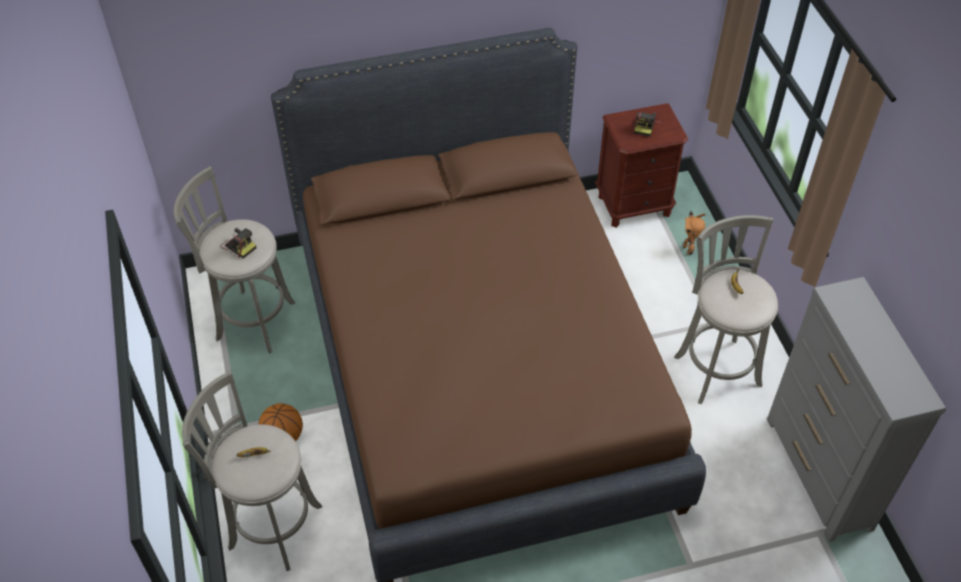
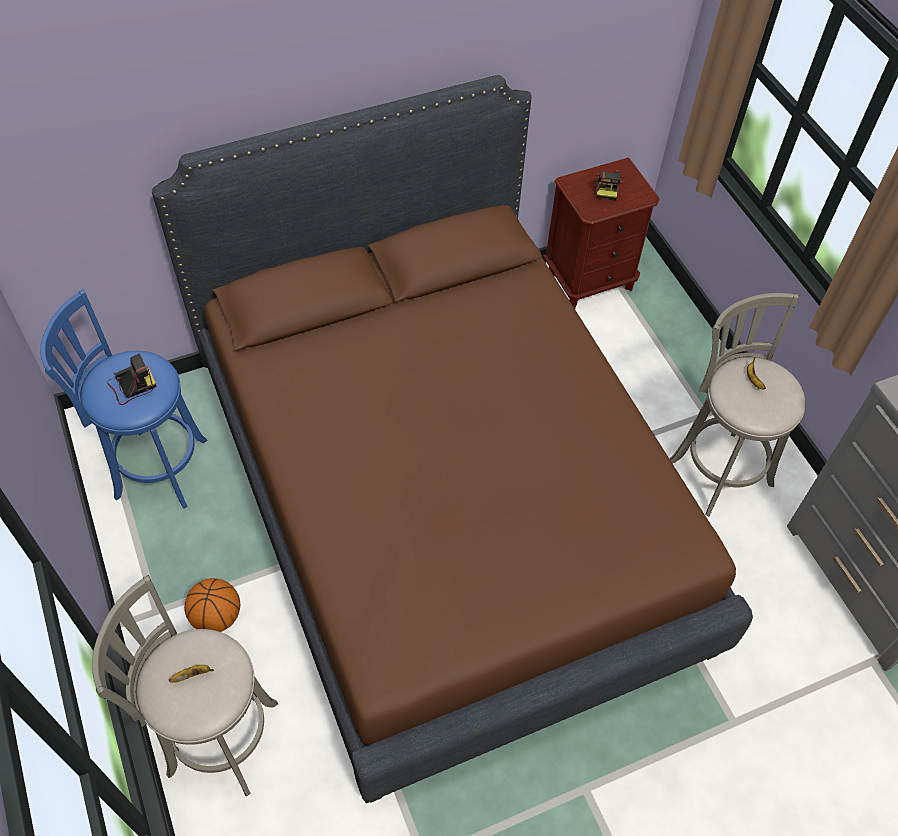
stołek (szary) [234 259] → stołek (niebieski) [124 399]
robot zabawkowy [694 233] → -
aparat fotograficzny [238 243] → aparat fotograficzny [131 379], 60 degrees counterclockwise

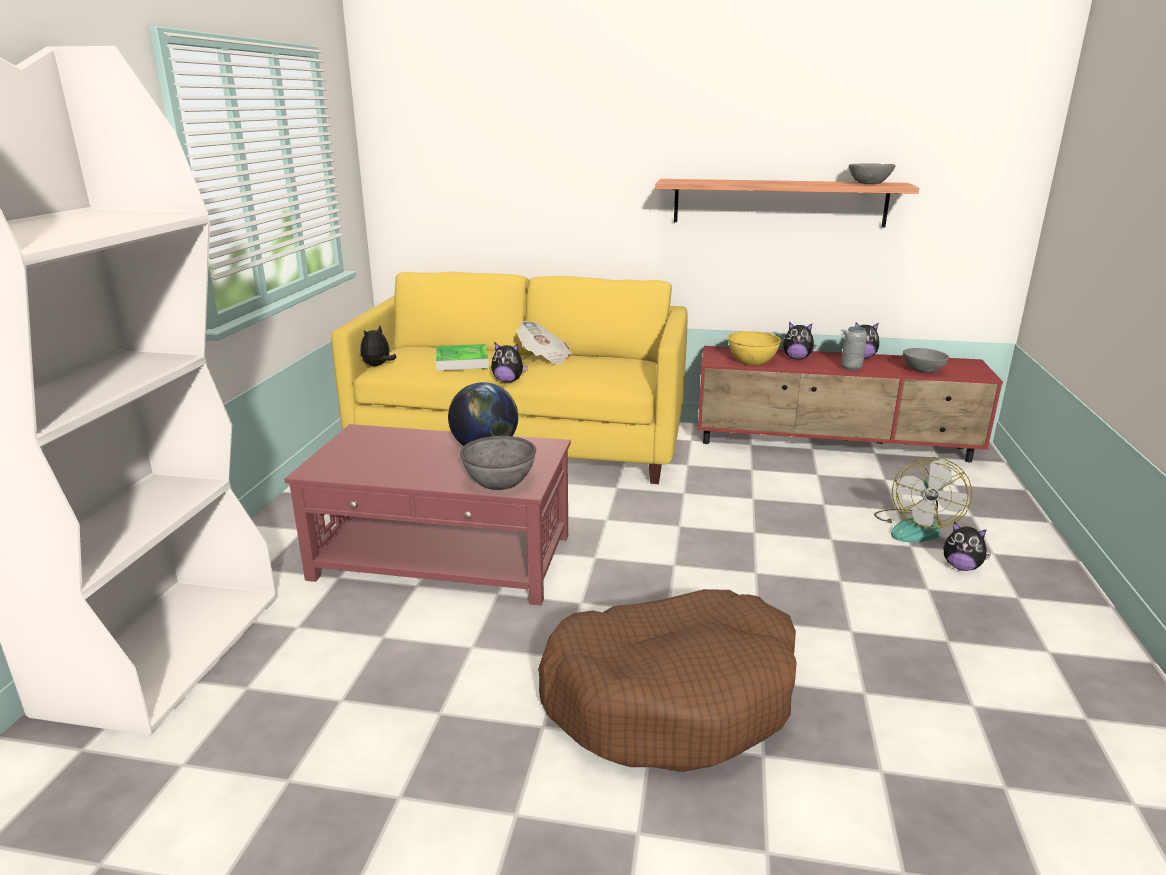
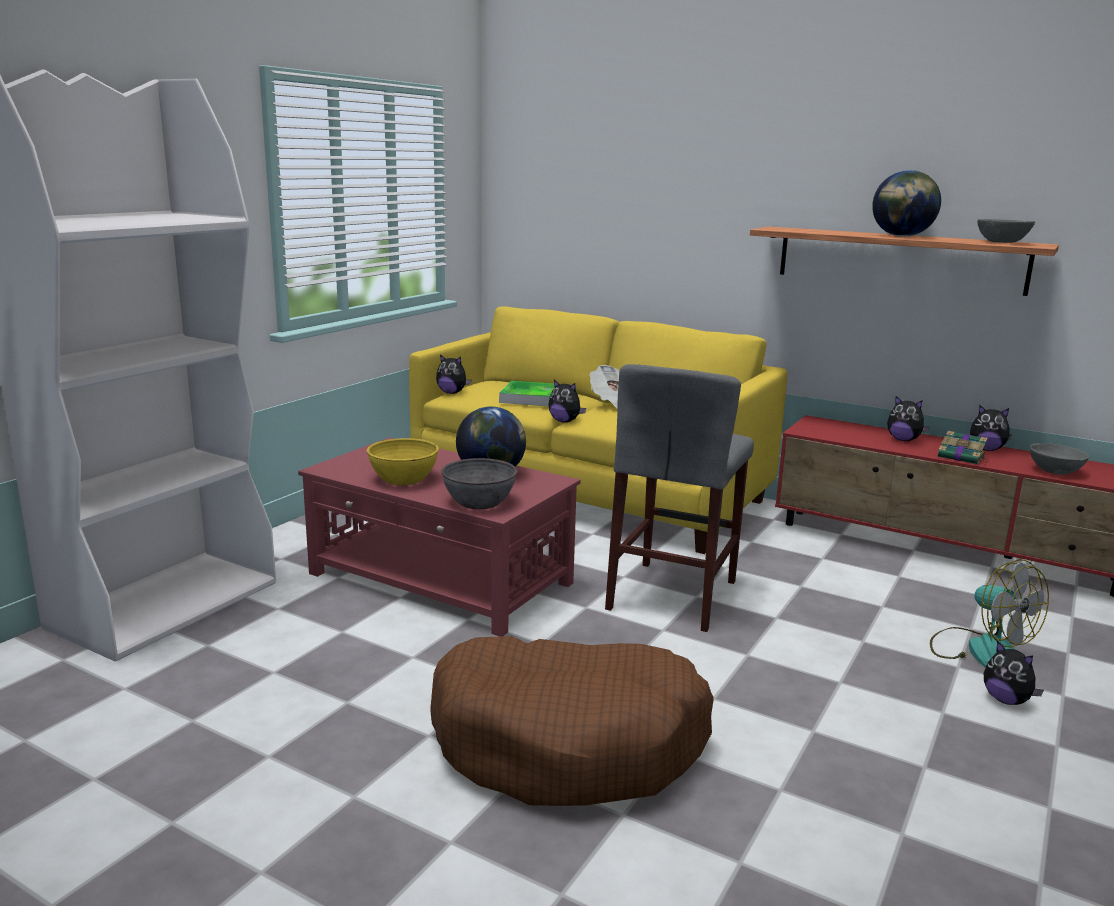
pluszak [378 346] → pluszak [453 374], 120 degrees counterclockwise
wazon (szary) [854 348] → książka [963 448]
miska (żółty) [754 348] → miska (żółty) [403 461], relocated
wentylator [923 499] → wentylator [989 613], 75 degrees counterclockwise
- → globus [906 203]
- → stołek (szary) [679 498]

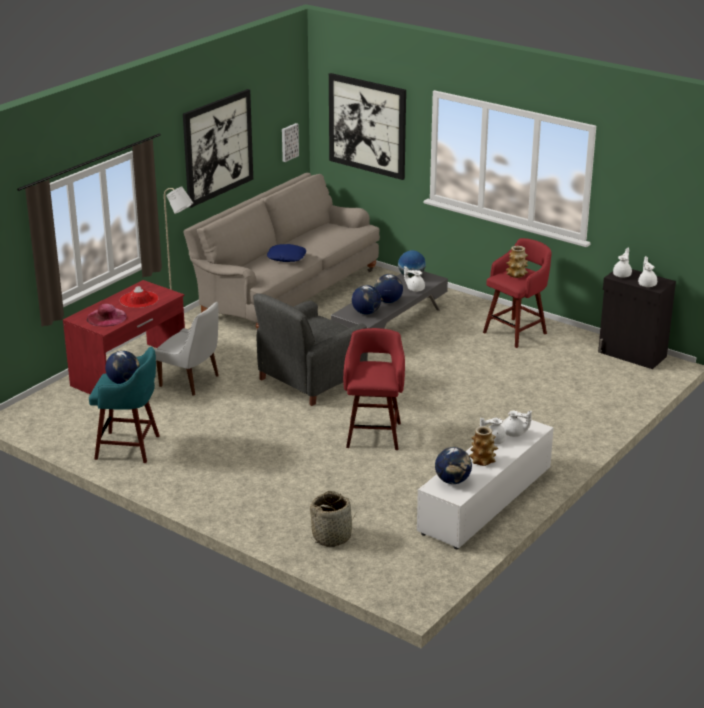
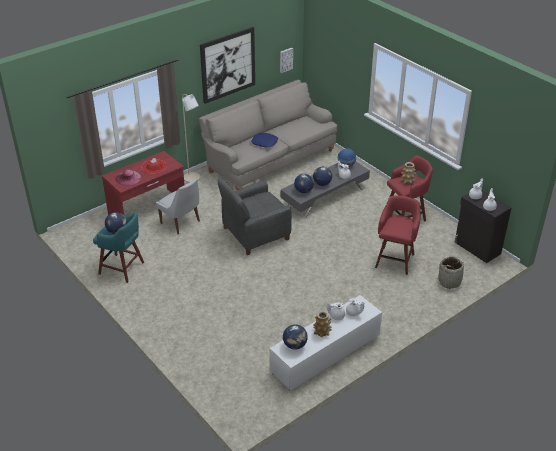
obraz [367 126] → -
stołek (czerwony) [374 389] → stołek (czerwony) [398 235], relocated
koszyk [332 519] → koszyk [451 273], relocated

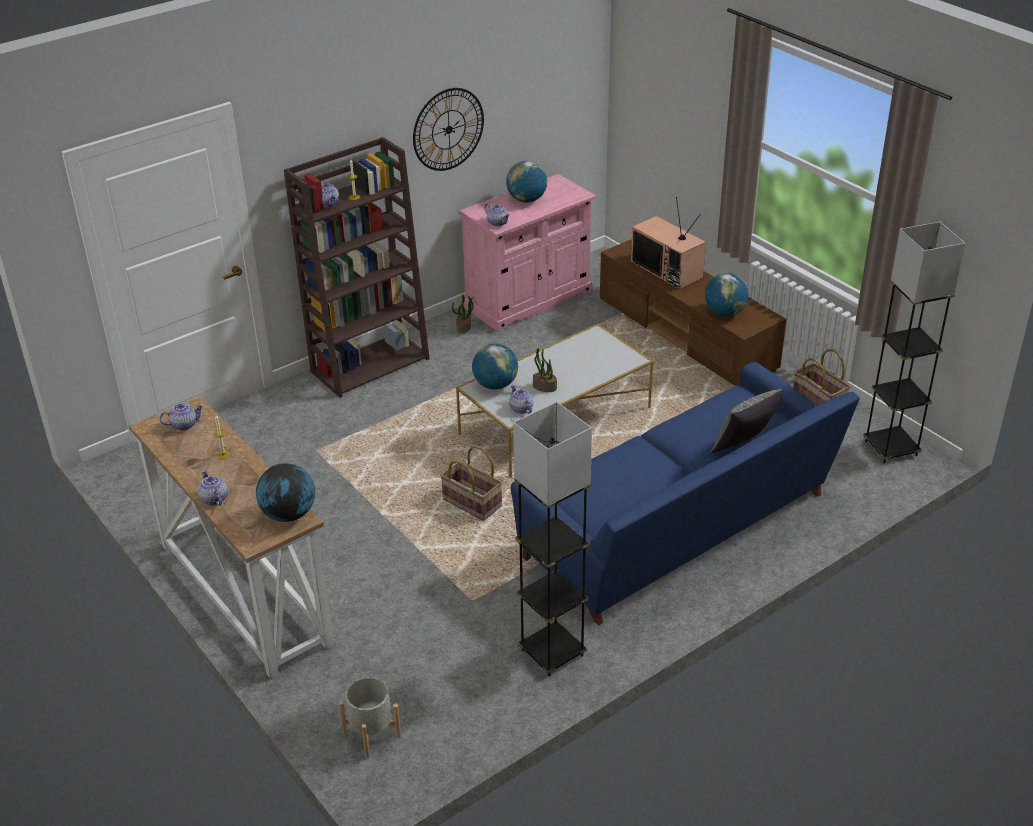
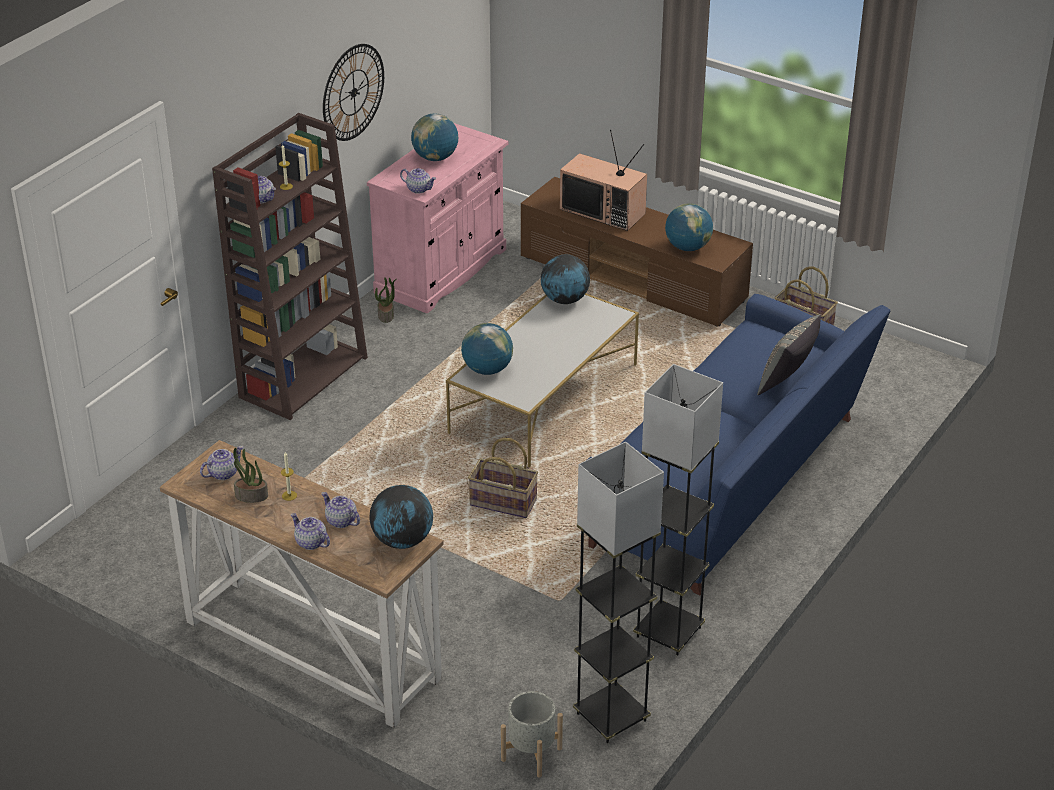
lampa stojąca (szary) [914 343] → lampa stojąca (szary) [618 592], relocated
roślina doniczkowa [545 370] → roślina doniczkowa [250 475], relocated
imbryk [521 399] → imbryk [341 510], relocated
- → globus [565 279]

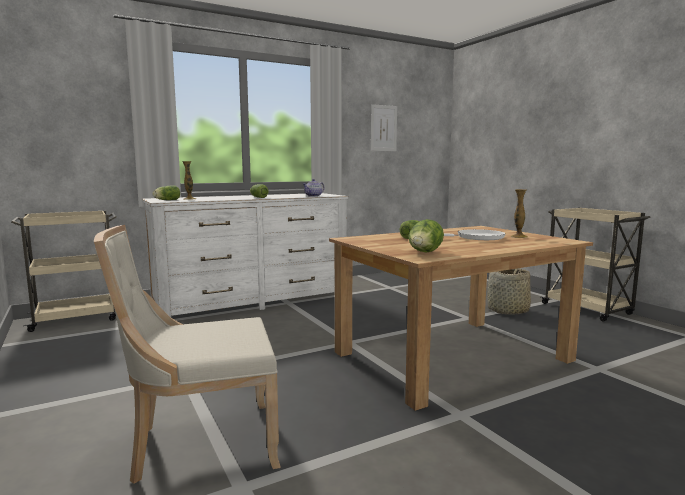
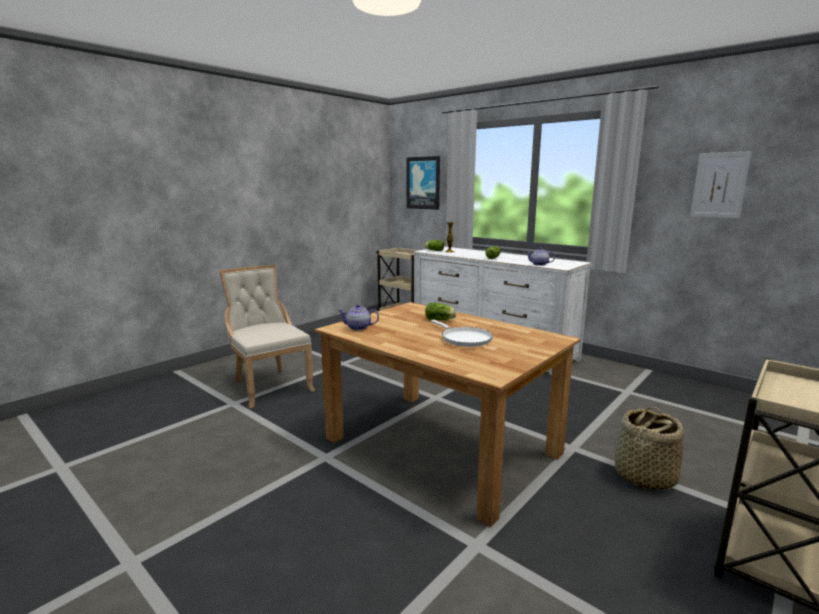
wazon [519 213] → -
sałata [426 236] → imbryk [358 317]
- → obraz [423 183]

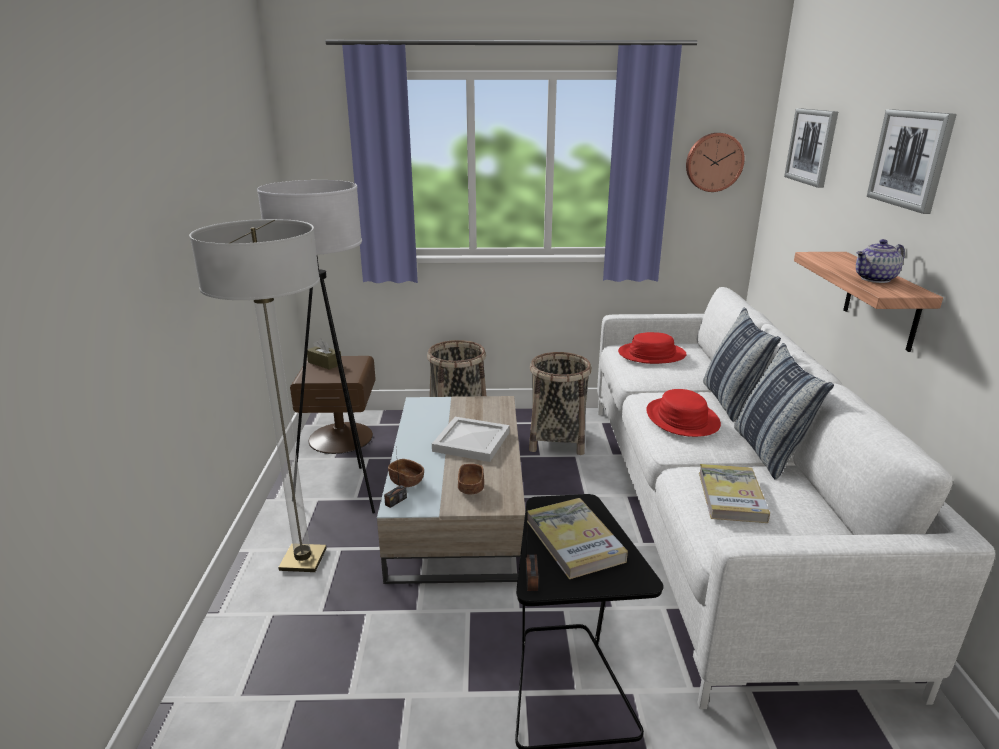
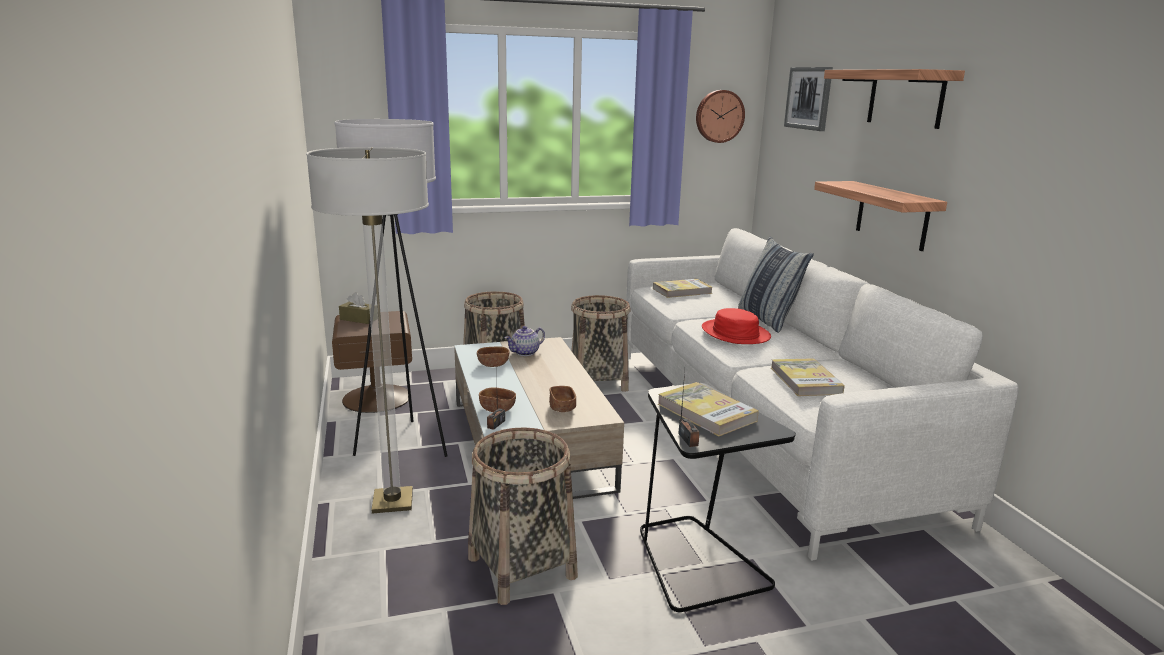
obraz [912 161] → półka [894 99]
imbryk [880 261] → imbryk [525 341], relocated
kapelusz (czerwony) [652 348] → książka [682 288]
poduszka [784 411] → -
taca (biały) [470 439] → -
- → miska (brązowy) [493 356]
- → koszyk [523 516]

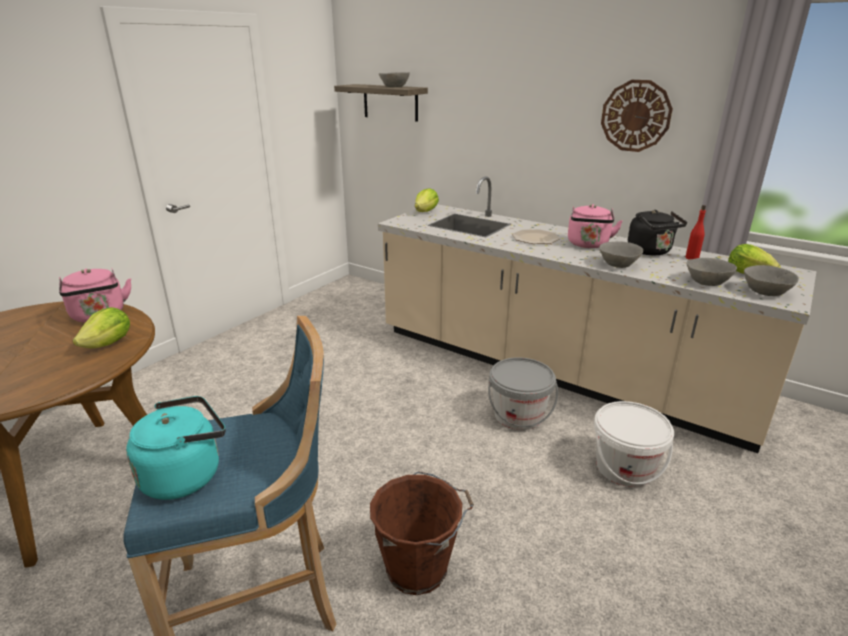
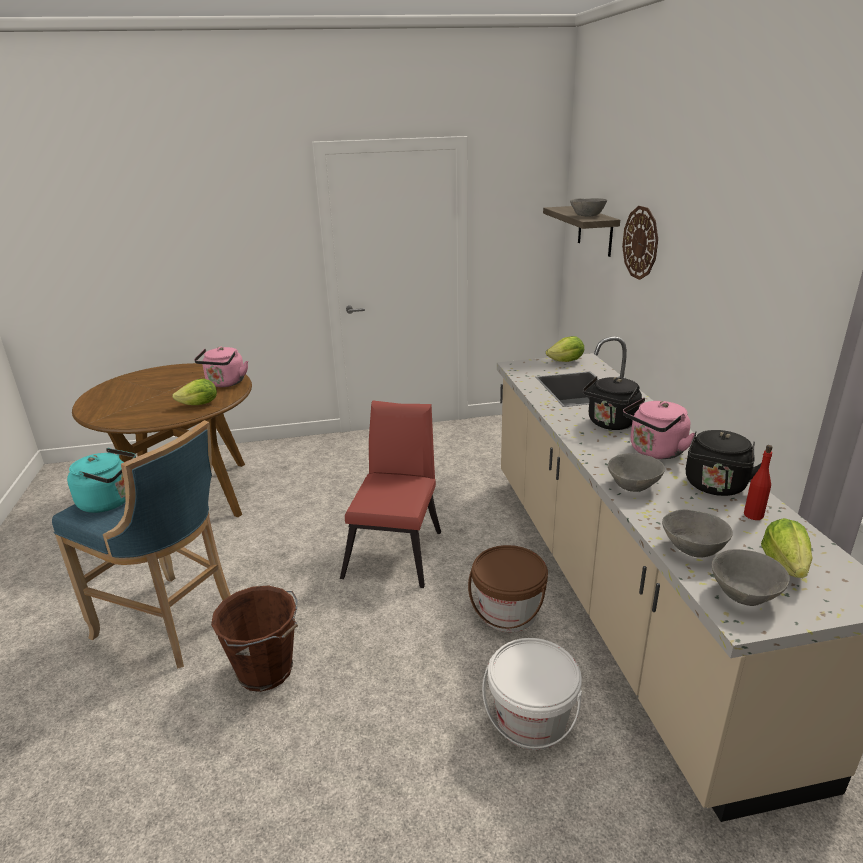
zegar ścienny [637 116] → zegar ścienny [640 243], relocated
talerz [536 236] → czajnik (czarny) [612 403]
wiadro (szary) [523 393] → wiadro (brązowy) [508 588]
- → krzesło (czerwony) [390 494]

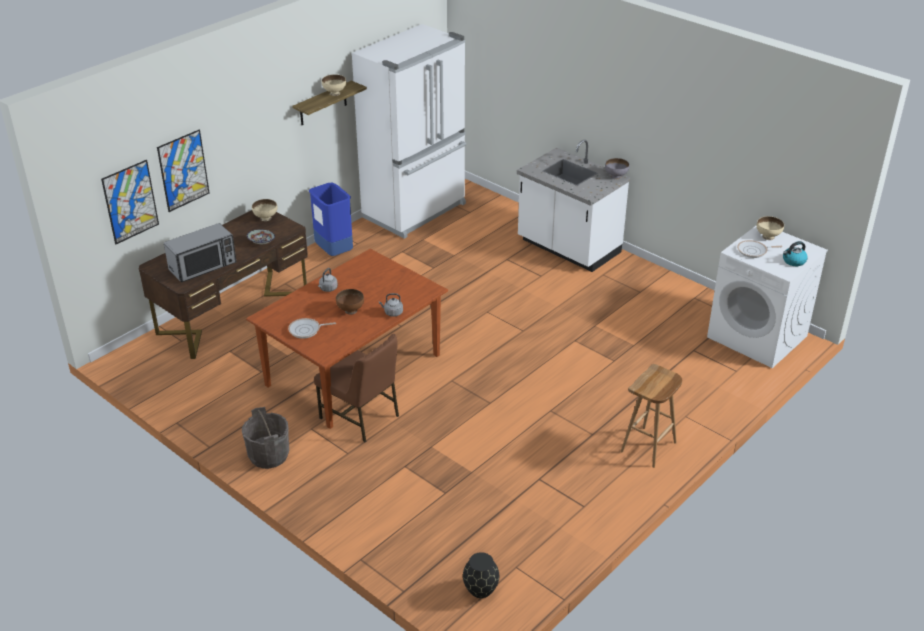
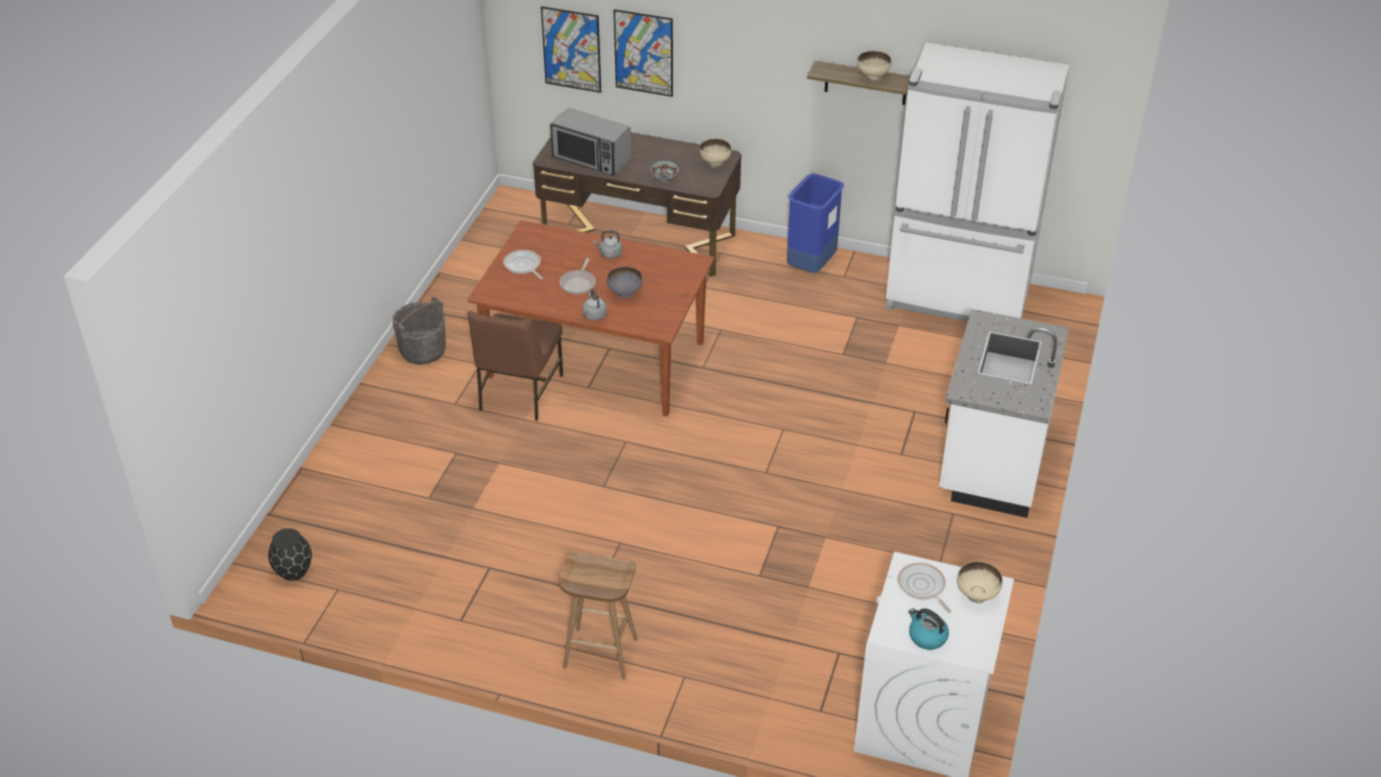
miska (szary) [617 168] → miska (szary) [625 283], relocated
miska (brązowy) [350 302] → patelnia [578 276]

